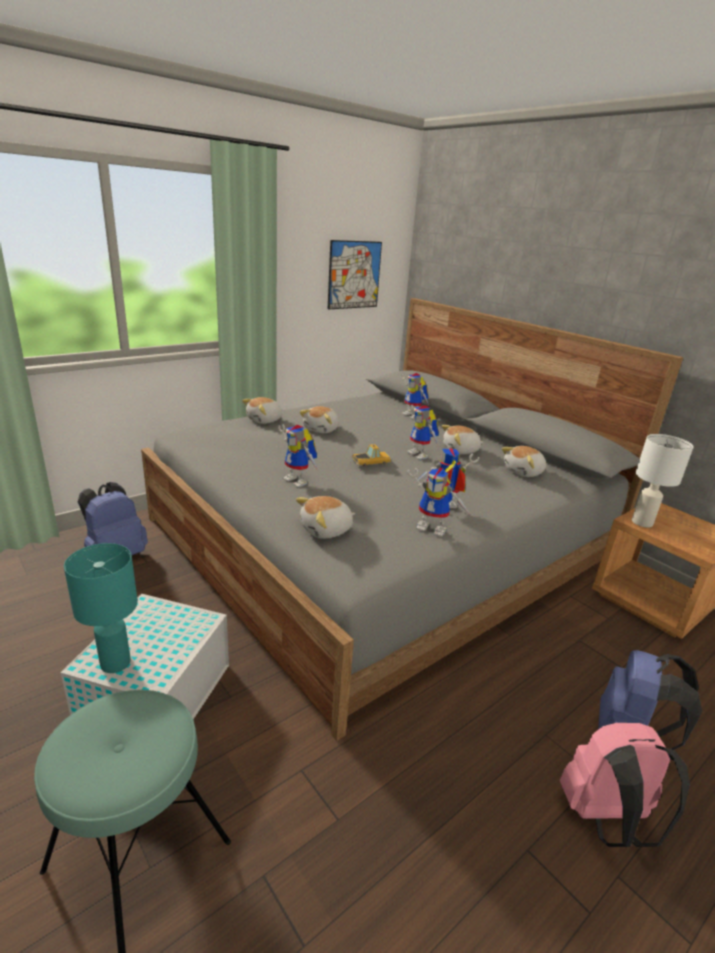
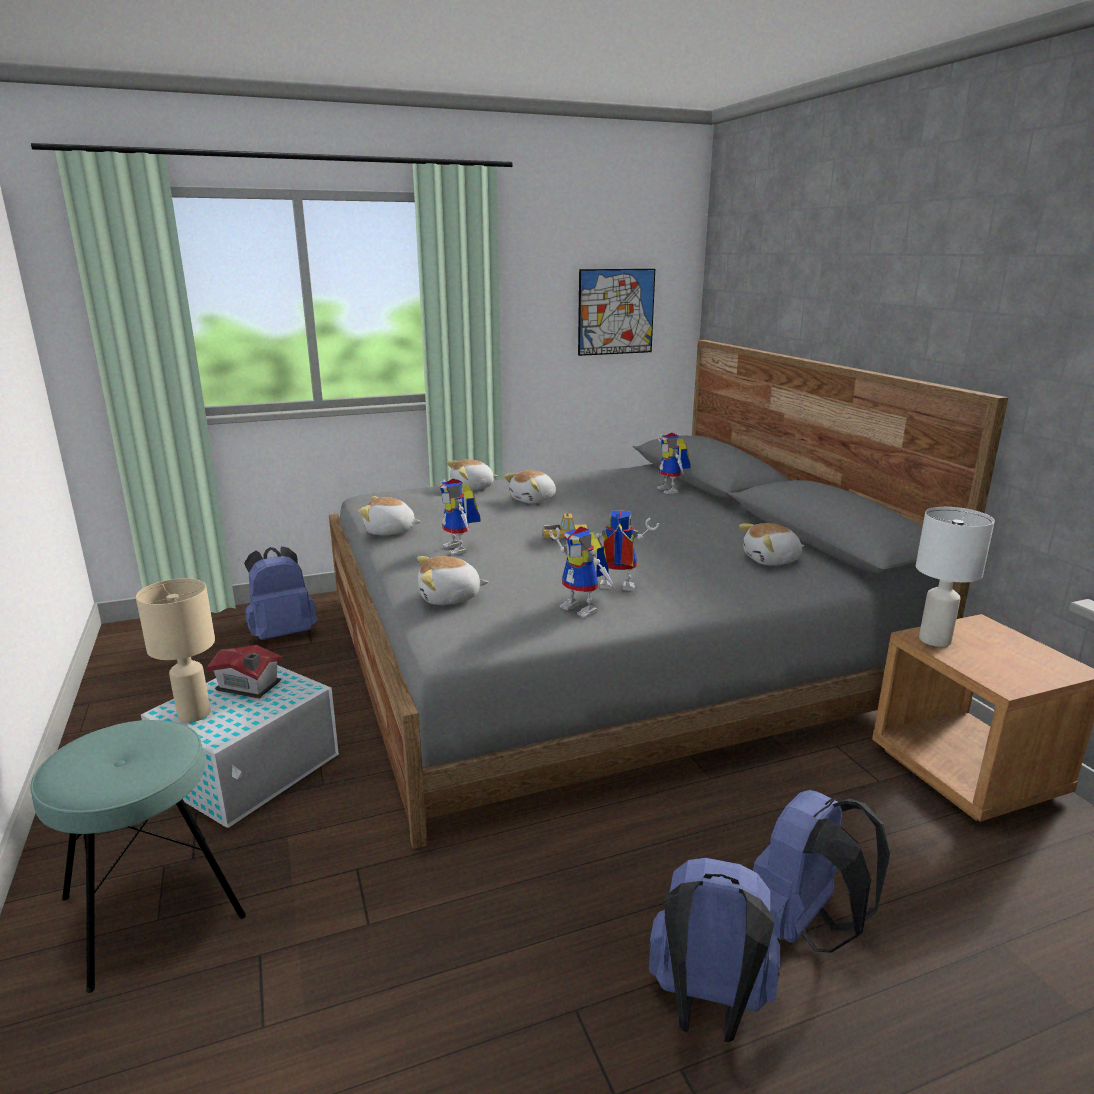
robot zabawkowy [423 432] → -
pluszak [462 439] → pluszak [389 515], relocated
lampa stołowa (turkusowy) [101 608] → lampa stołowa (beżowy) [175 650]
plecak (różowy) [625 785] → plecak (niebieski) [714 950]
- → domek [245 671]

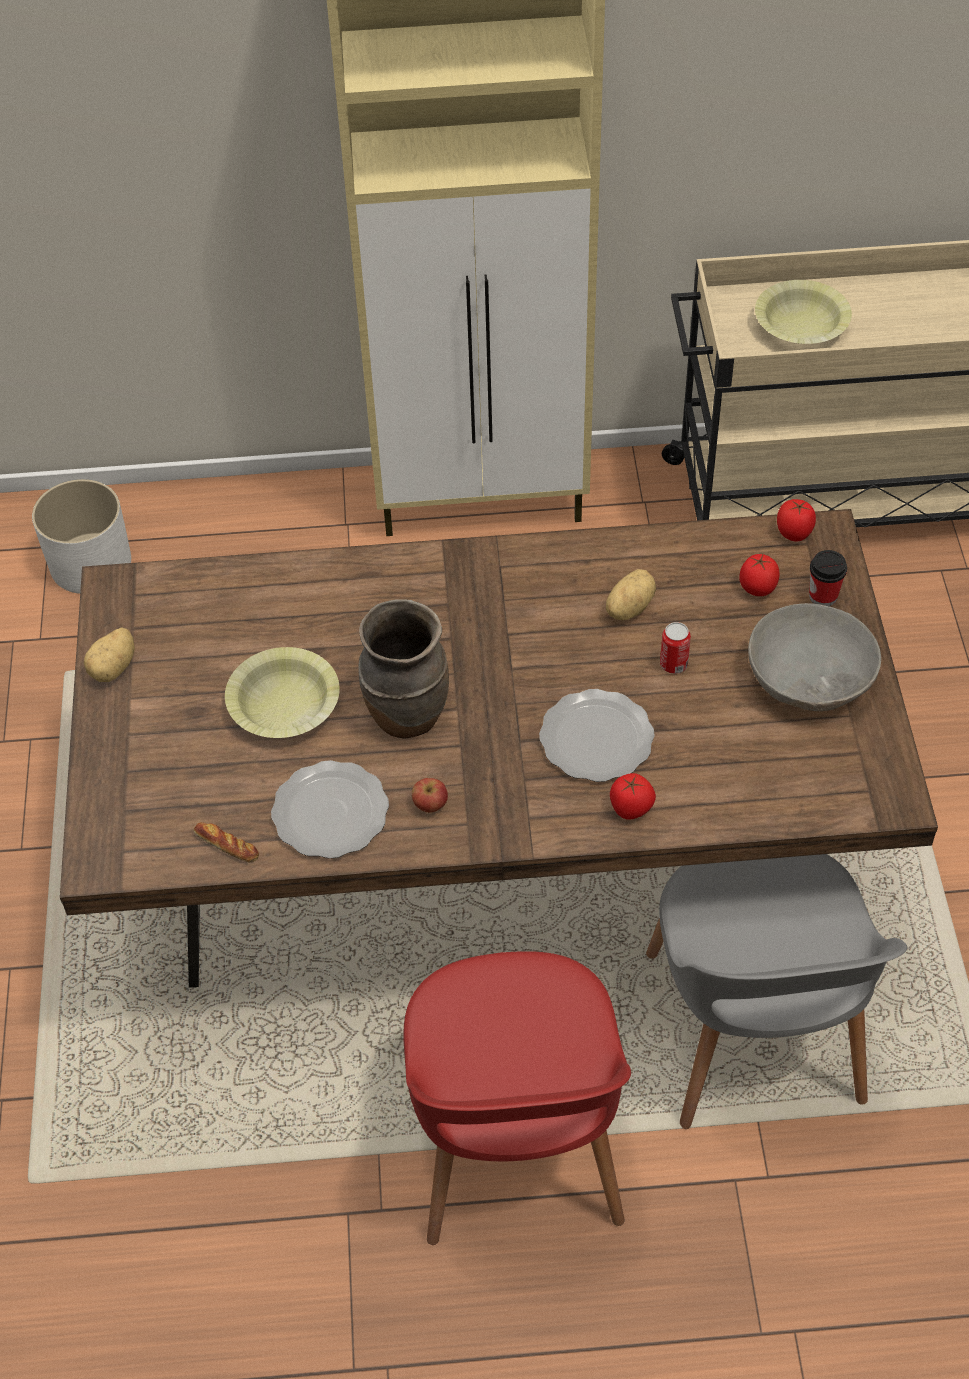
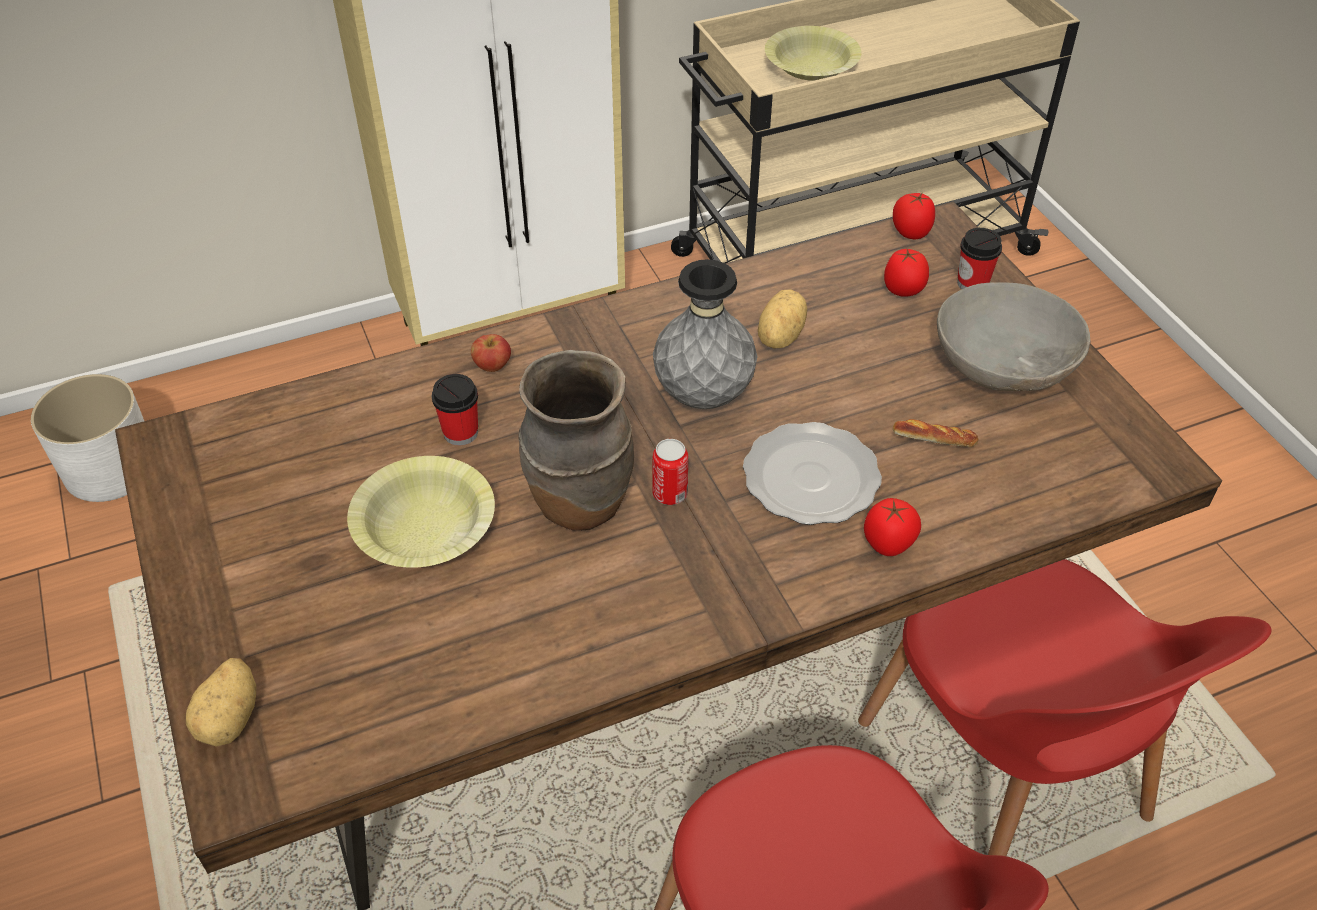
puszka [675 648] → puszka [670 472], relocated
ziemniak [109 654] → ziemniak [221 702], relocated
talerz [330 809] → -
jabłko [430 795] → jabłko [491 353], relocated
chleb [226 842] → chleb [935 433], relocated
krzesło (szary) [776 991] → krzesło (czerwony) [1065 707]
- → wazon (szary) [705 334]
- → filiżanka [455 409]

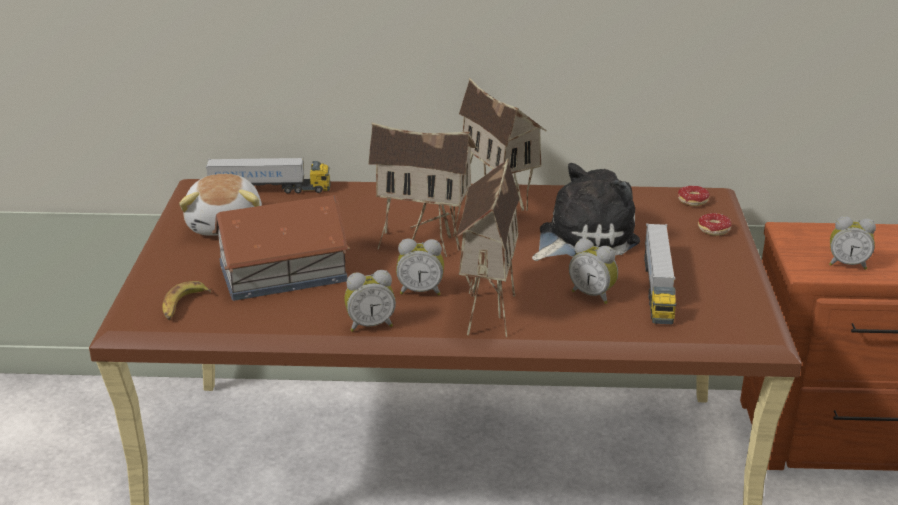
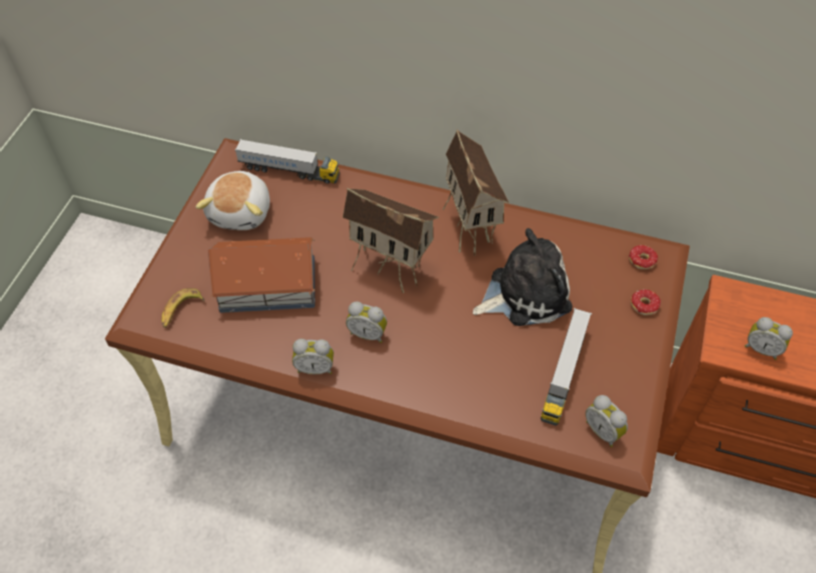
domek [488 248] → -
budzik [593 271] → budzik [606 421], relocated

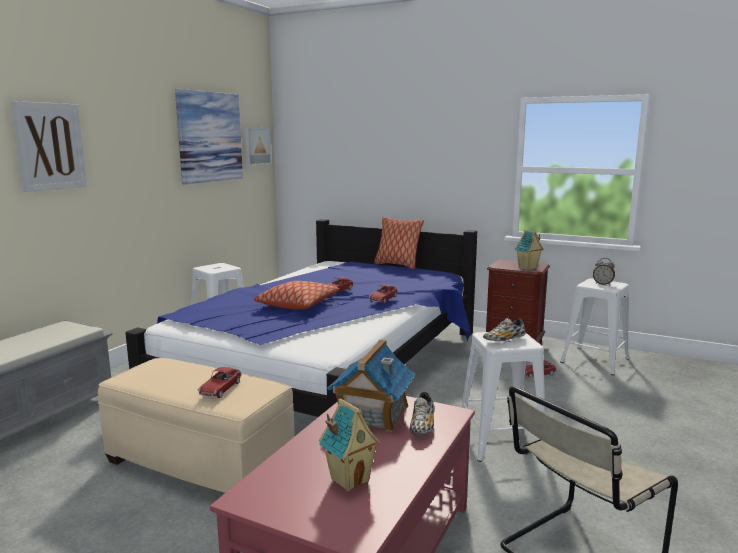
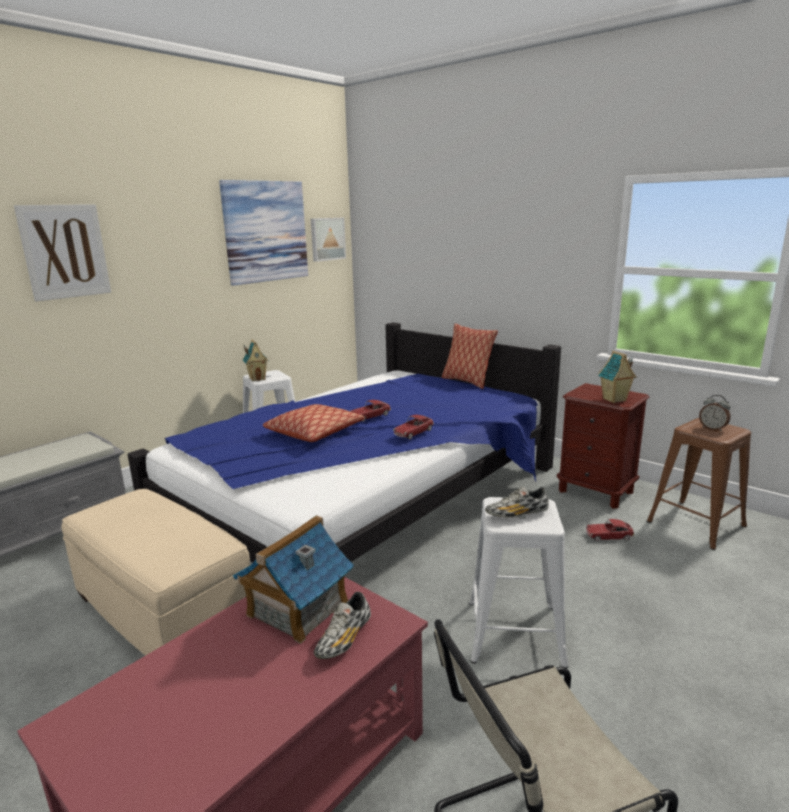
stołek (biały) [594 326] → stołek (brązowy) [699 484]
samochodzik [220 382] → -
domek [350 445] → domek [256 360], relocated

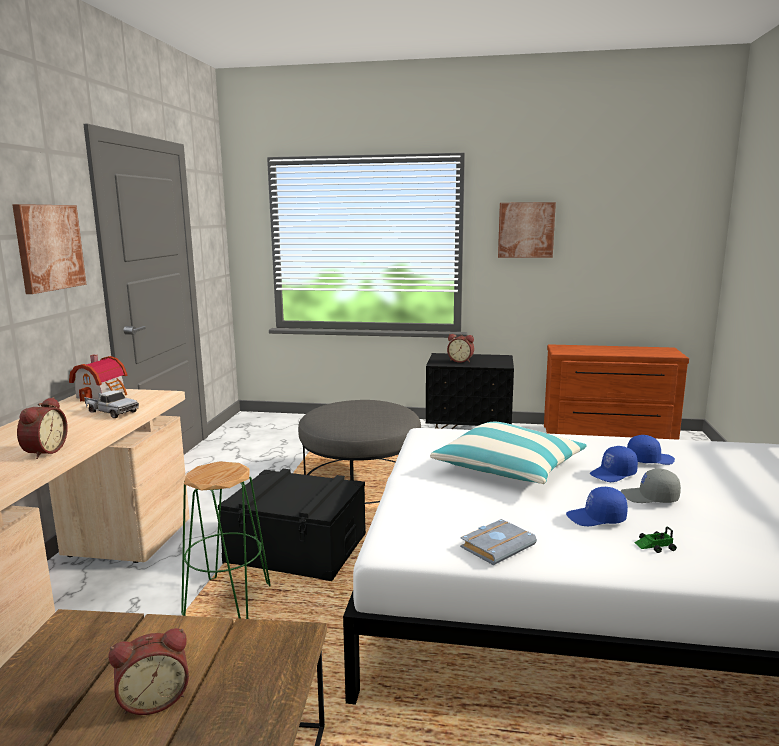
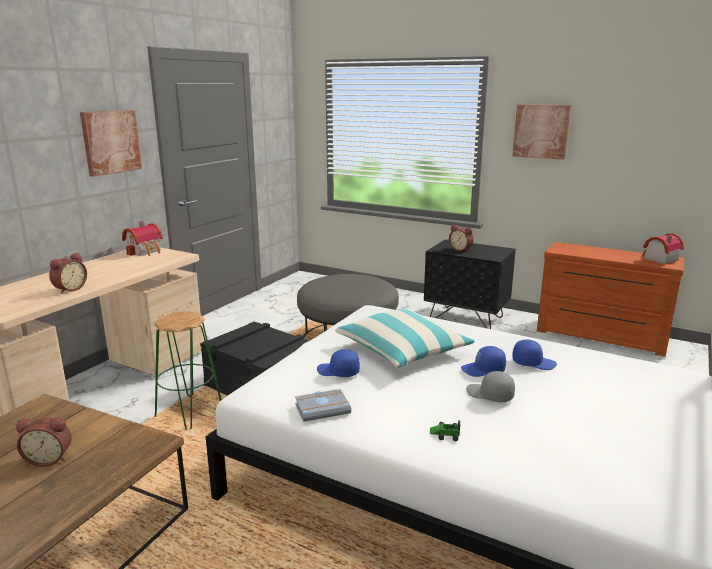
ciężarówka zabawkowa [111 404] → -
czapka z daszkiem (niebieski) [597 506] → czapka z daszkiem (niebieski) [338 363], relocated
- → domek [662 248]

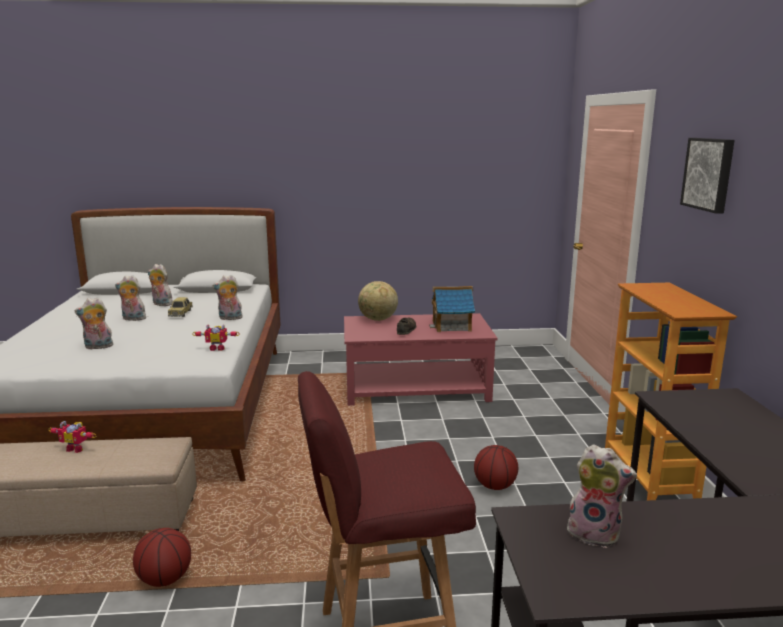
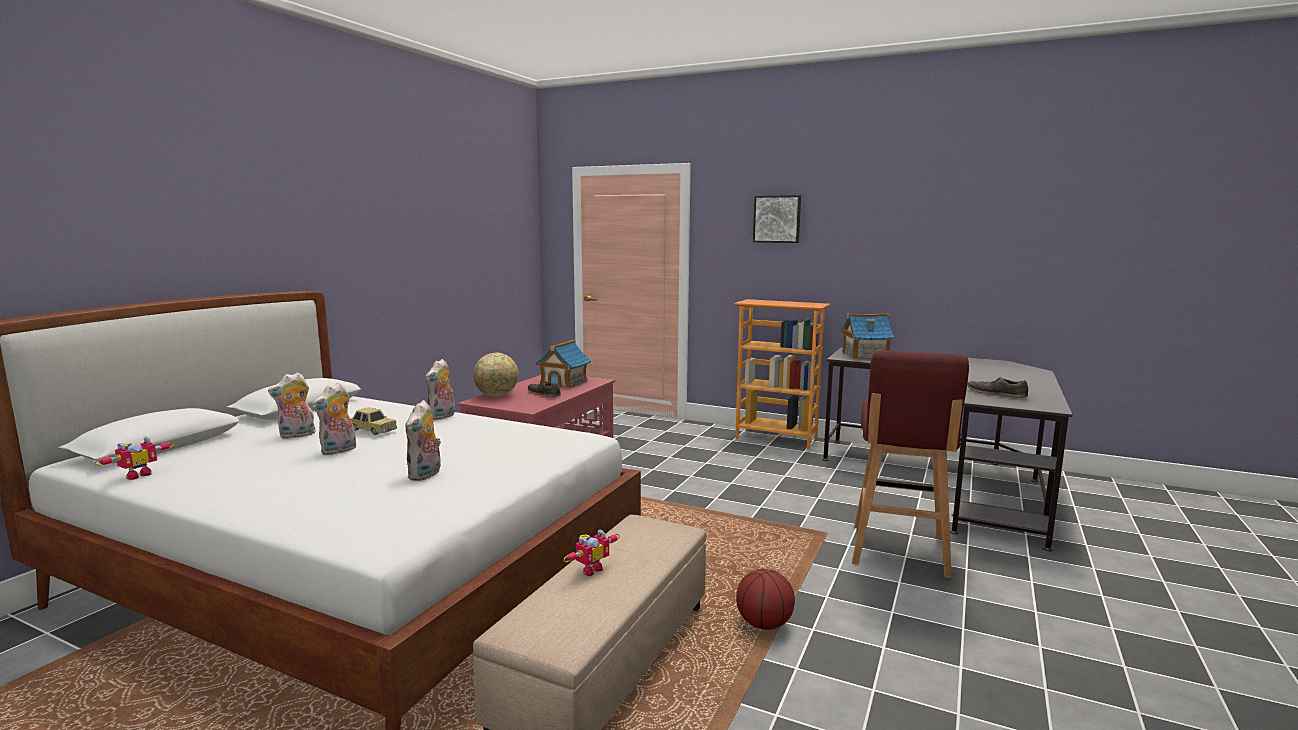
robot zabawkowy [216 337] → robot zabawkowy [134 458], relocated
pluszak [602 496] → but (brązowy) [997 387]
piłka do koszykówki [496 467] → -
- → domek [867 337]

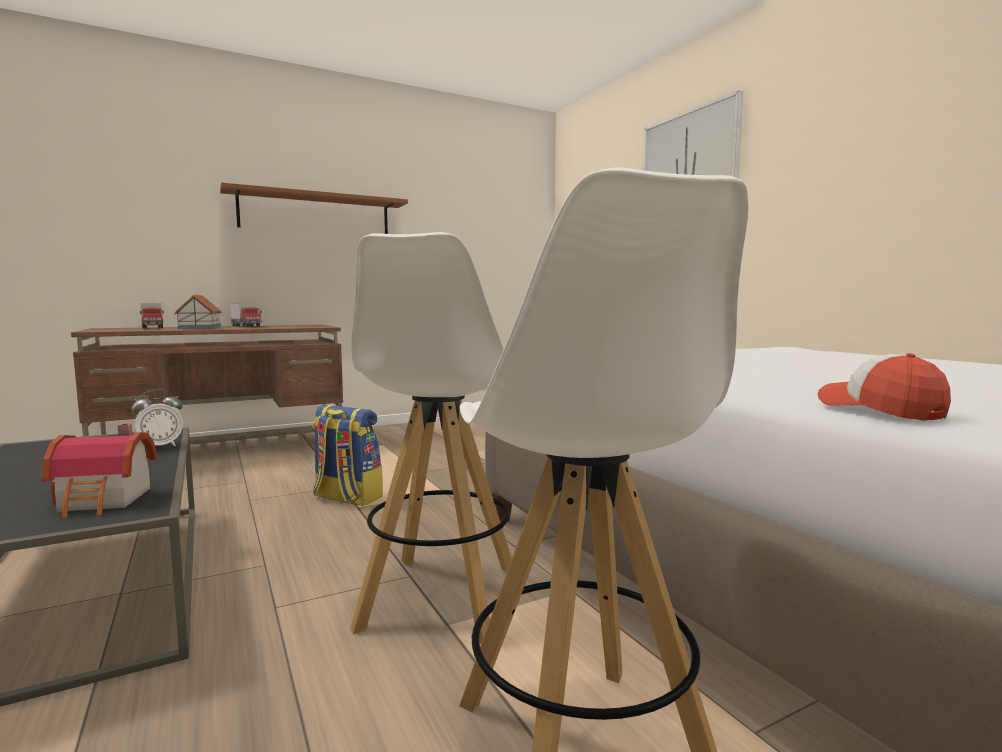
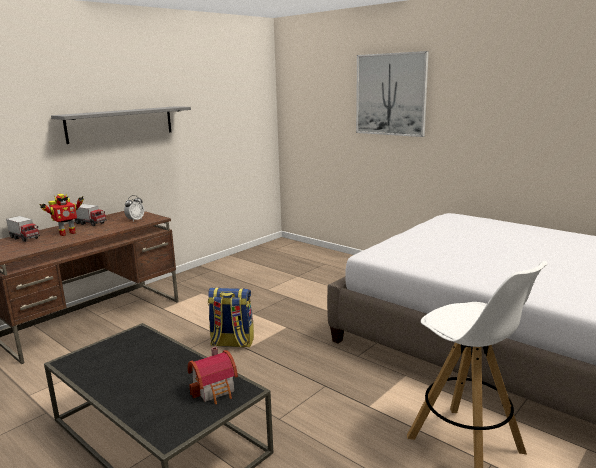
półka (brązowy) [314 208] → półka (szary) [121 125]
stołek (biały) [431 438] → -
domek [198 312] → robot zabawkowy [61 215]
czapka z daszkiem [884 387] → -
budzik [157 417] → budzik [134 208], relocated

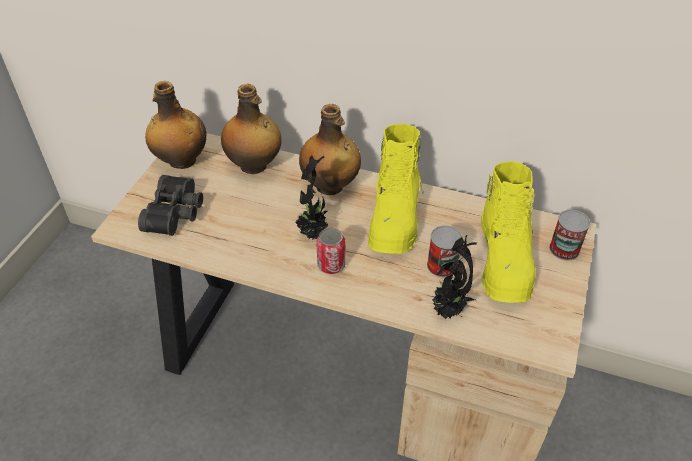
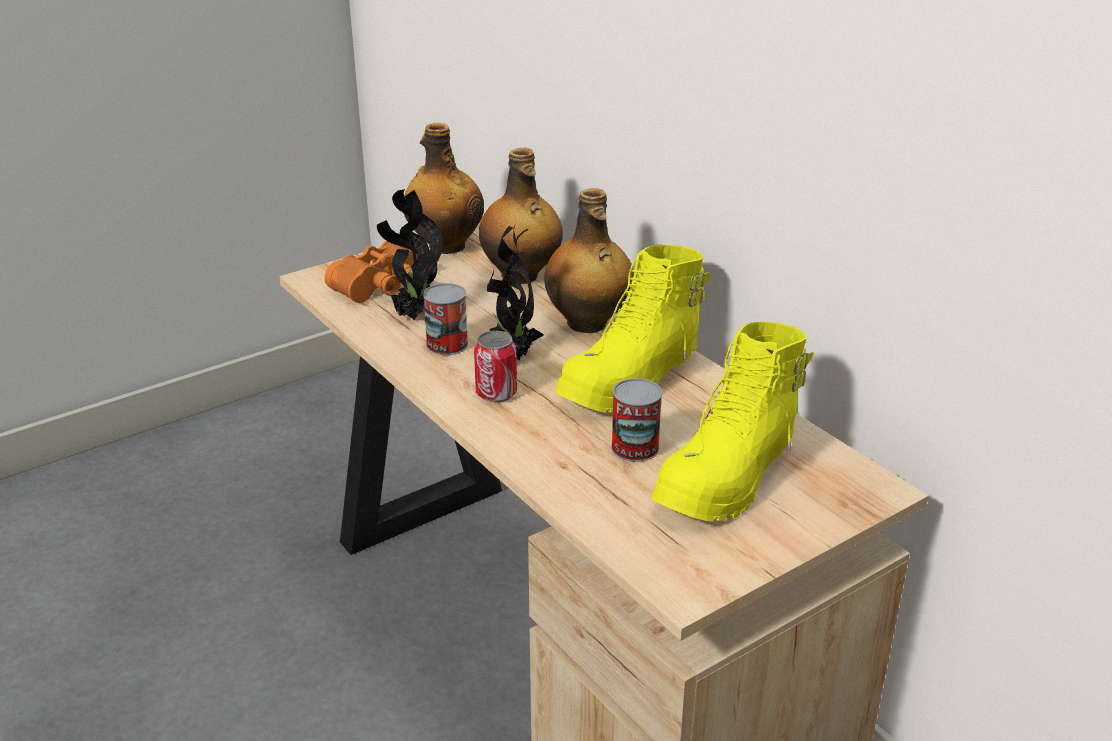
lornetka (czarny) [170 205] → lornetka (pomarańczowy) [371 272]
puszka [569 235] → puszka [445 319], relocated
roślina doniczkowa [454 277] → roślina doniczkowa [410 254], relocated

